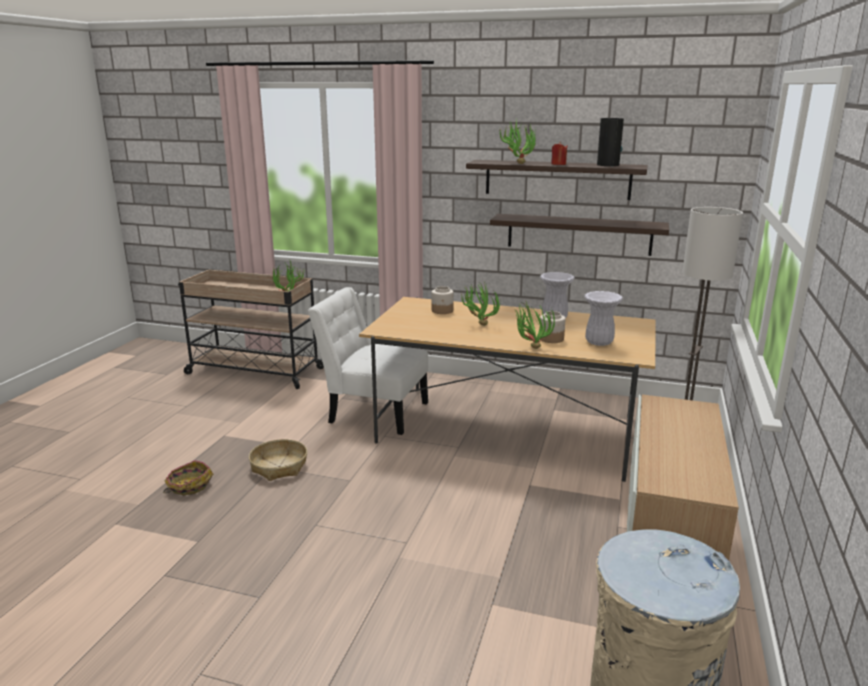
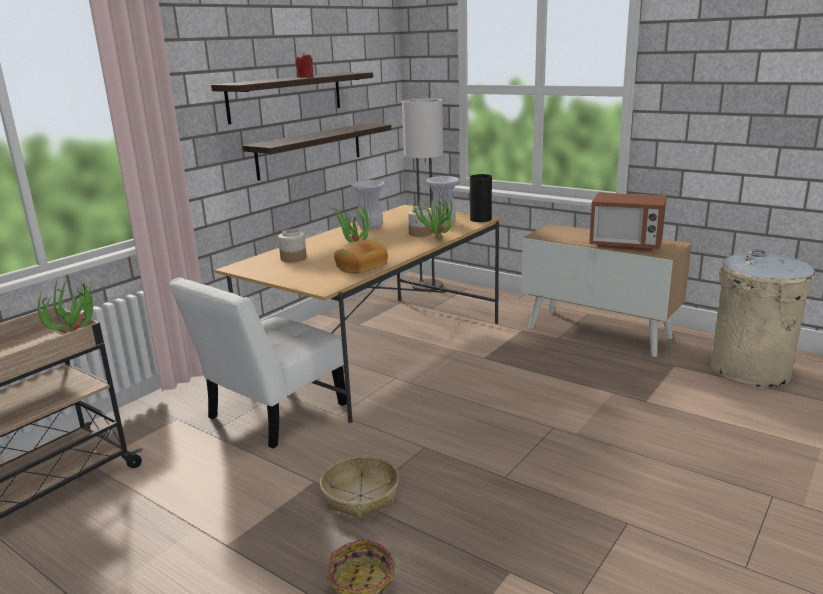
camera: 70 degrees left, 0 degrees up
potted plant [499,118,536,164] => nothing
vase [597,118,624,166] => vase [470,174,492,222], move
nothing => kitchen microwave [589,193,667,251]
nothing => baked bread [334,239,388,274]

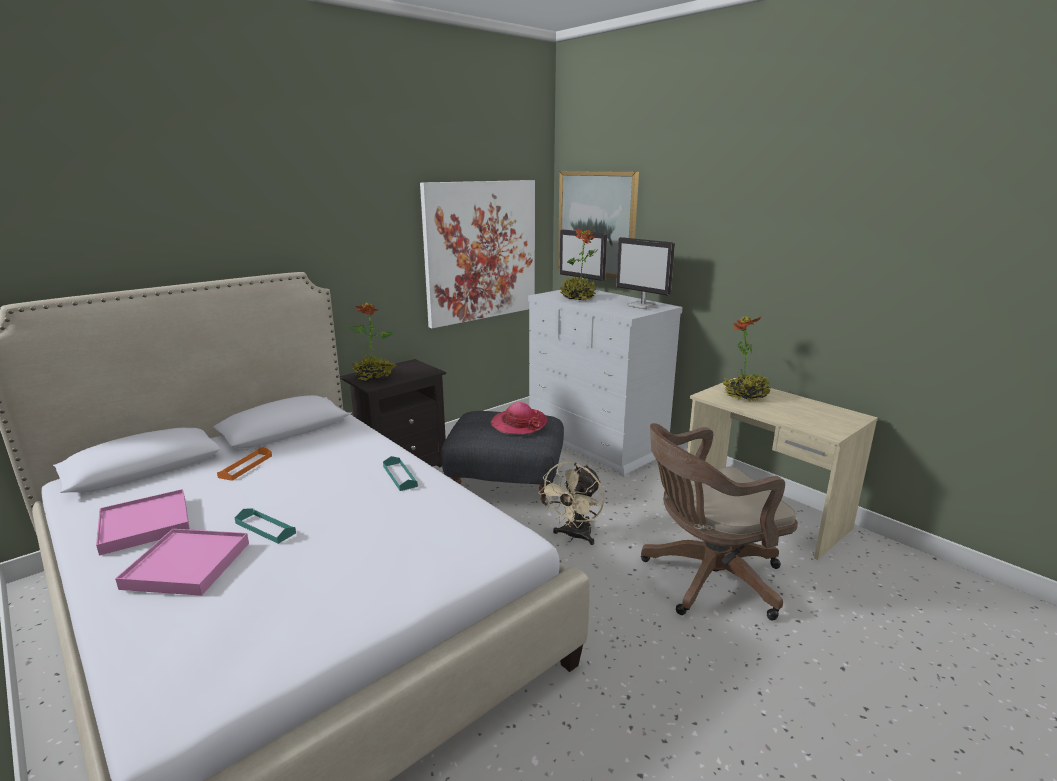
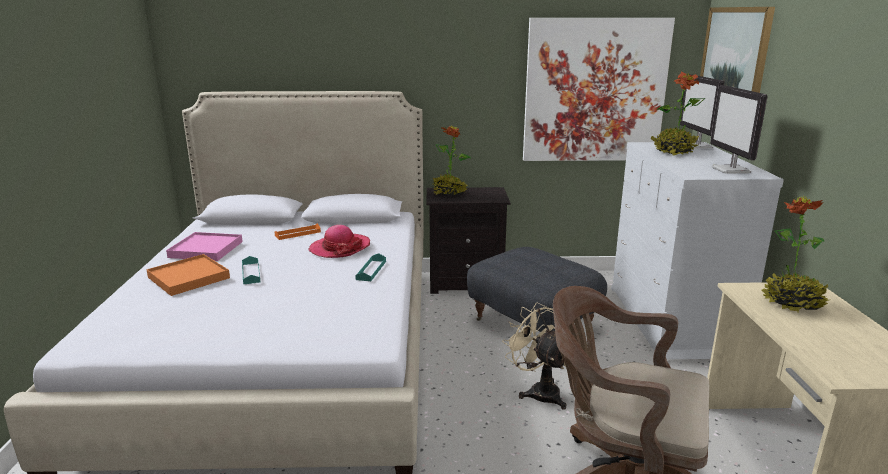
camera: 40 degrees right, 0 degrees up
wearable hat [491,402,547,434] => wearable hat [309,225,370,258], move
electric fan in sand-coloured [538,462,604,545] => electric fan in sand-coloured [502,302,566,409], 75 degrees clockwise
tray in pink-coloured [115,529,249,596] => tray in orangey [146,254,230,296]

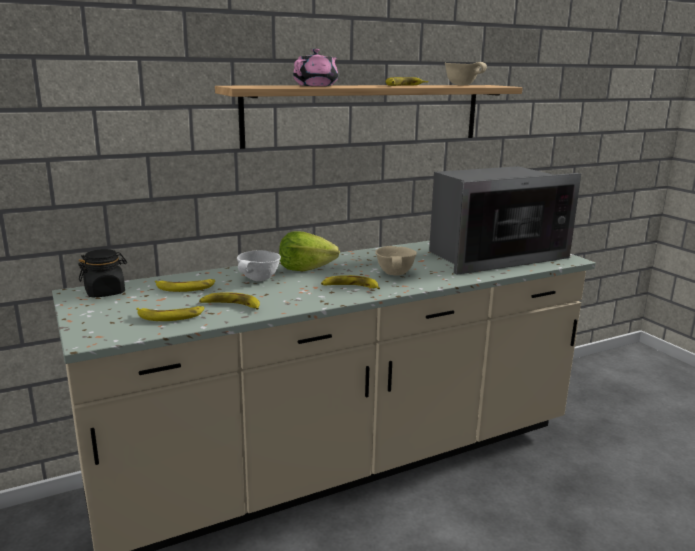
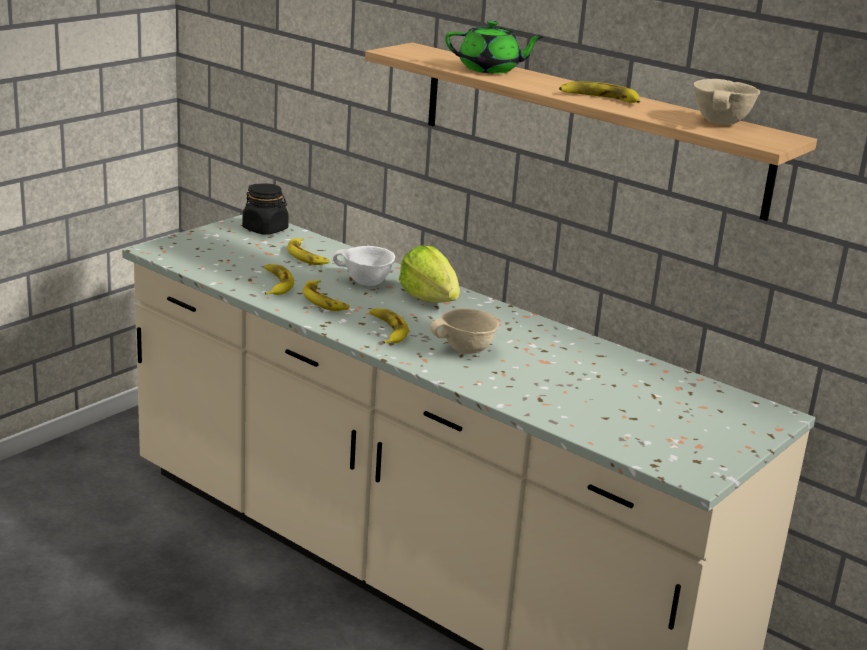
camera: 65 degrees right, 5 degrees up
tea pot in pink-coloured [293,49,338,86] => tea pot in green-coloured [445,20,545,73]
kitchen microwave [429,166,581,275] => nothing
whole banana [136,306,204,321] => whole banana [303,280,349,311], move

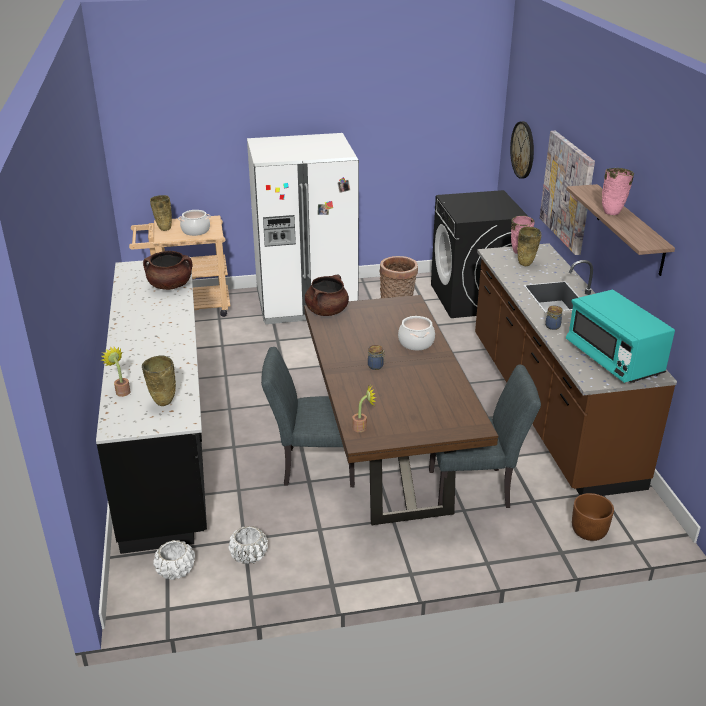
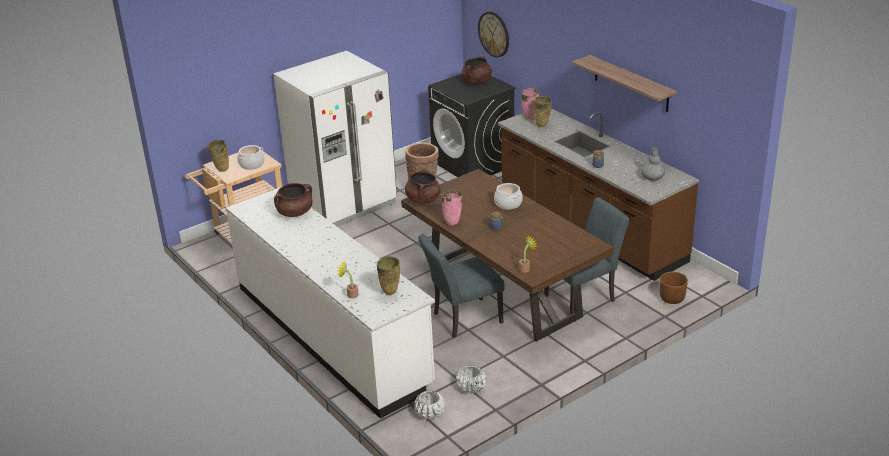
camera: 25 degrees left, 0 degrees up
wall picture [540,131,595,255] => nothing
vase in pink-coloured [602,168,634,215] => vase in pink-coloured [441,190,462,226], move
kitchen counter in black [96,257,207,554] => kitchen counter in whitish [226,187,435,419]
kitchen microwave in turquoise-coloured [566,290,675,383] => vase in grey [641,147,665,181]
nothing => cooking pot in brown-coloured [461,56,492,84]

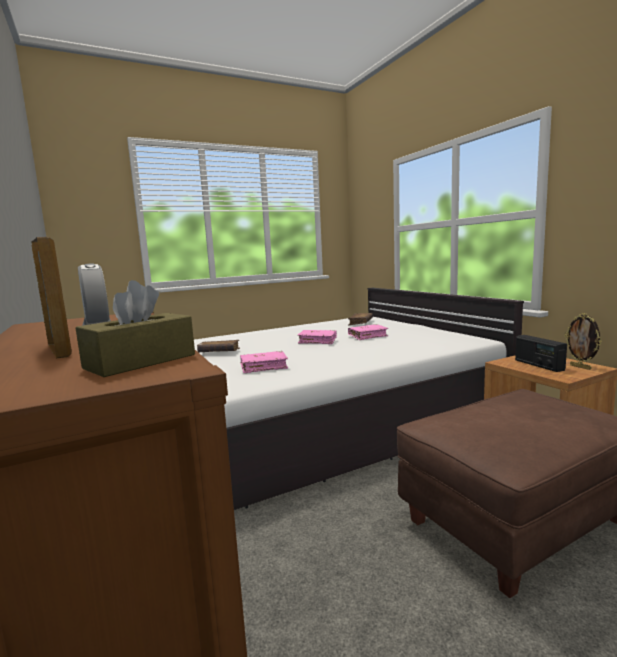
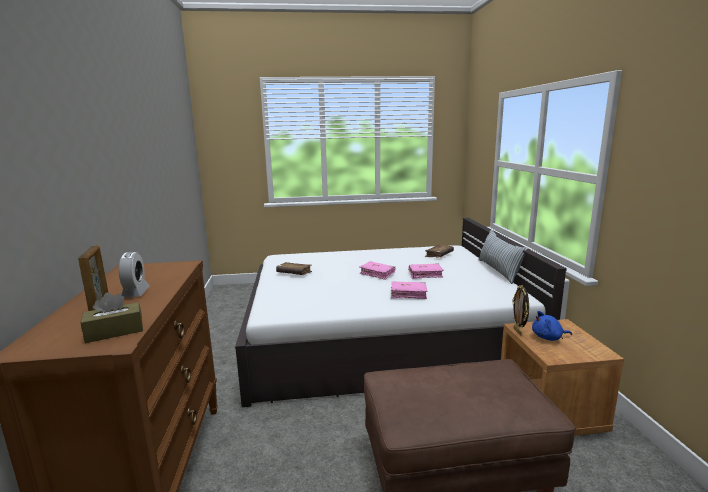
camera: 20 degrees right, 5 degrees up
photo frame [565,313,602,370] => photo frame [513,285,529,336], move
radio [515,335,567,372] => soft toy in blue-coloured [532,311,572,341]
volume in pink-coloured [240,351,288,373] => volume in pink-coloured [391,282,428,299], move
nothing => cushion [478,229,528,284]

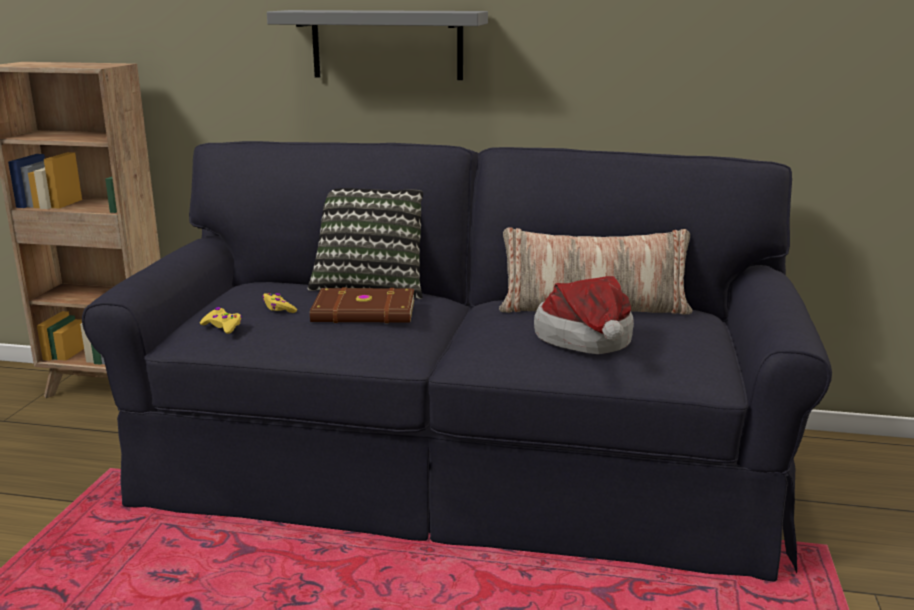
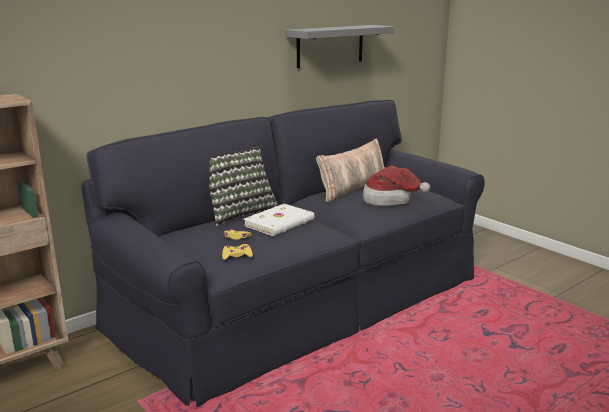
camera: 50 degrees left, 0 degrees up
shelf in grey [267,10,488,80] => shelf in grey [285,25,394,68], move
volume in brown-coloured [310,288,414,323] => volume in whitish [244,204,314,236]

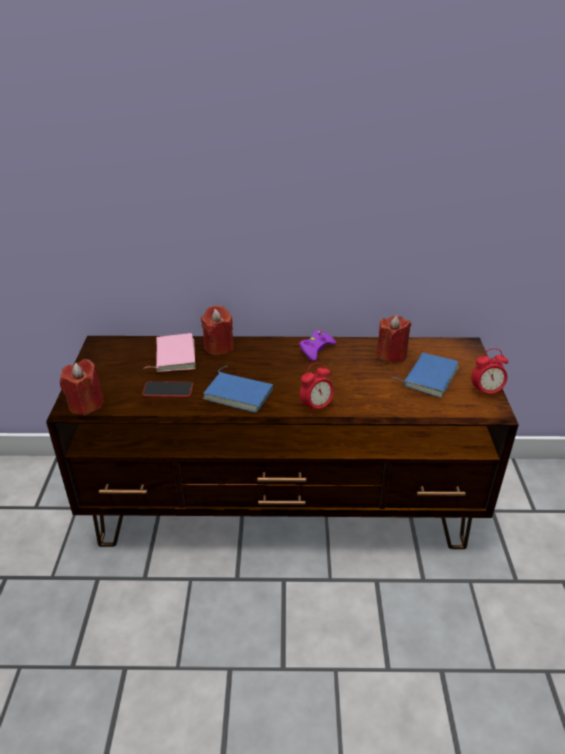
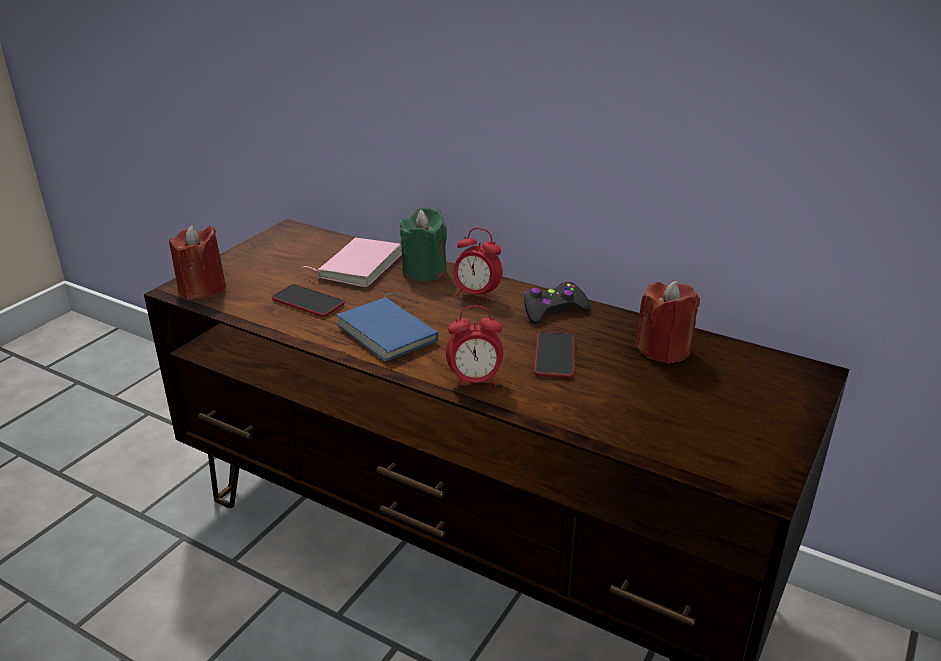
camera: 30 degrees right, 5 degrees down
wax light in red-coloured [201,305,234,355] => wax light in green-coloured [399,207,447,281]
joypad in purple [299,330,336,361] => joypad in black [524,282,592,324]
table clock [471,348,508,397] => table clock [453,228,502,303], move
volume in blue-coloured [392,353,459,398] => nothing
nothing => phone [534,332,575,378]

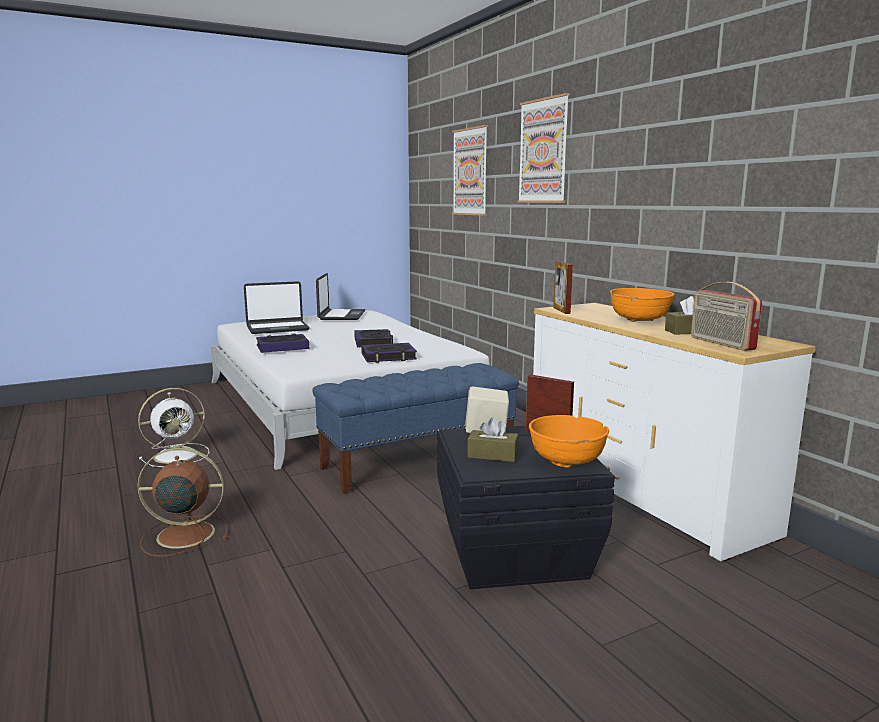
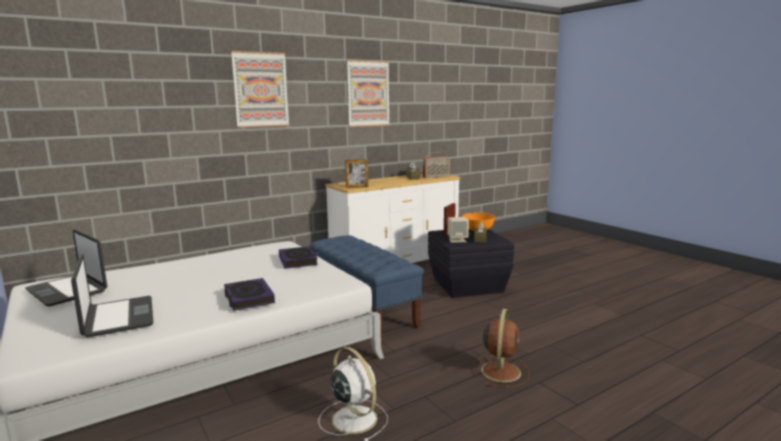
camera: 95 degrees left, 0 degrees up
wall picture [452,125,488,216] => wall picture [347,60,390,127], move
portable computer [316,273,365,320] => portable computer [25,230,107,306], 135 degrees counterclockwise
deep dish in orangey [610,288,675,322] => nothing
volume [354,329,393,347] => nothing
electric fan in brown-coloured [137,448,228,557] => electric fan in brown-coloured [473,309,530,387], 150 degrees counterclockwise

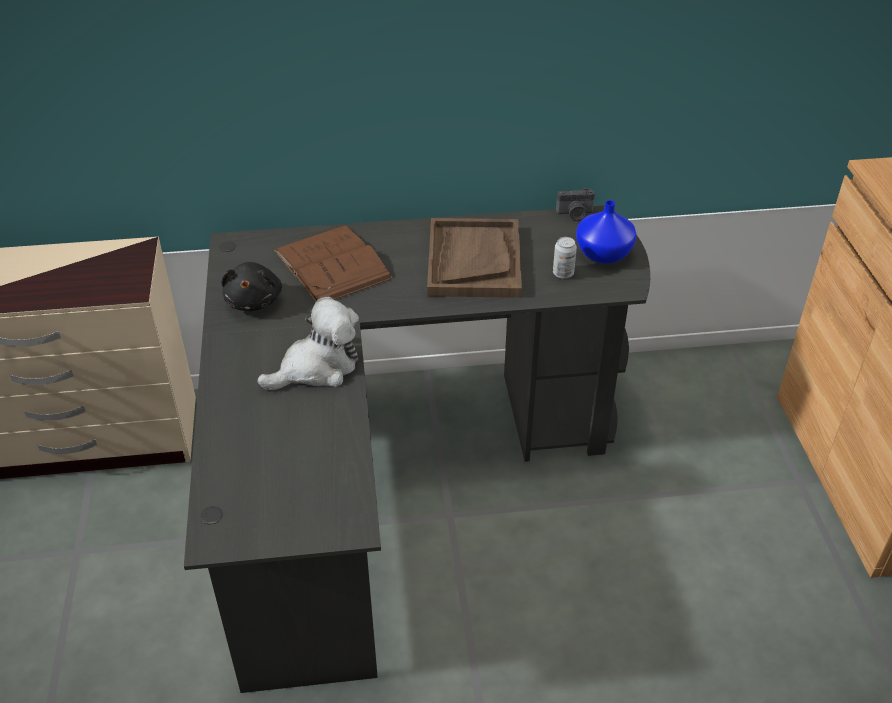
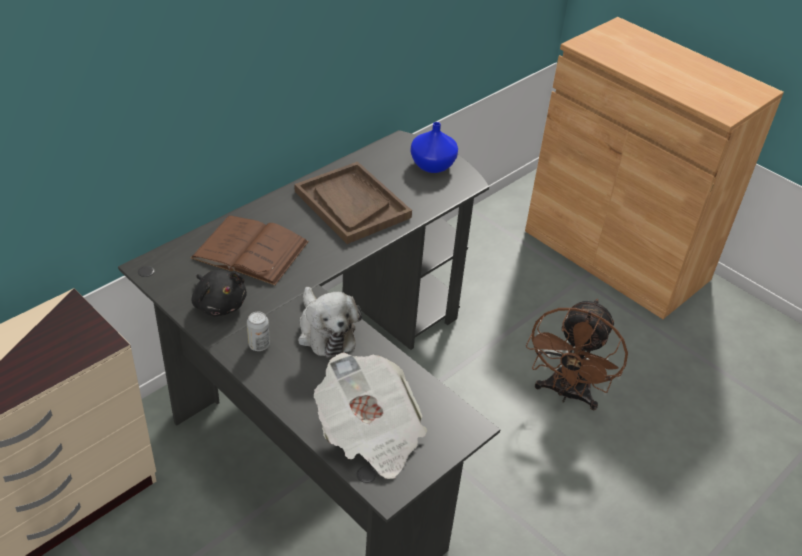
camera: 40 degrees left, 0 degrees up
photo camera [556,188,595,221] => nothing
sealed can [553,237,577,279] => sealed can [247,312,270,351], move
soft toy [258,297,359,390] => soft toy [298,287,362,358], 135 degrees clockwise
nothing => electric fan in brown-coloured [526,299,628,411]
nothing => daily paper [314,352,427,479]

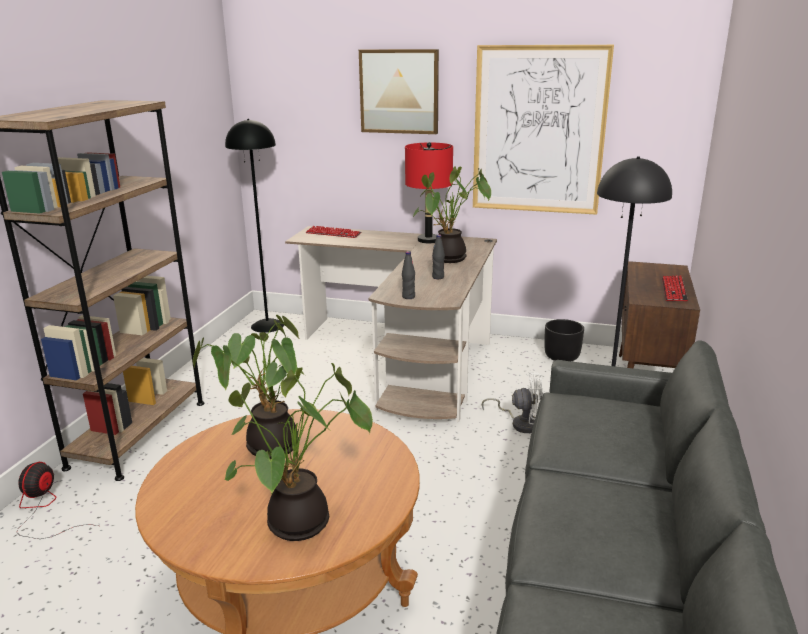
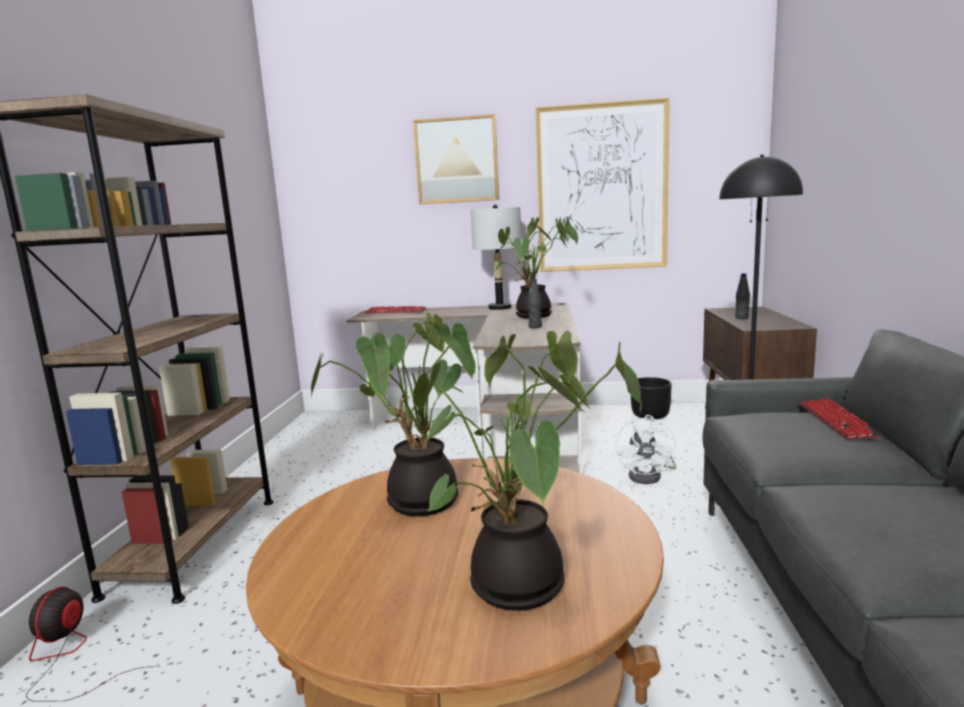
camera: 10 degrees left, 10 degrees down
standard lamp in black [225,119,284,333] => nothing
tabletop lamp in red-coloured [405,142,453,243] => tabletop lamp in grey [470,204,522,310]
beverage bottle in black [402,251,415,299] => beverage bottle in black [735,273,750,319], move
PC keyboard [662,275,688,301] => PC keyboard [800,398,882,440], move
electric fan in whitish [482,372,543,433] => electric fan in whitish [615,415,676,484], 105 degrees clockwise

